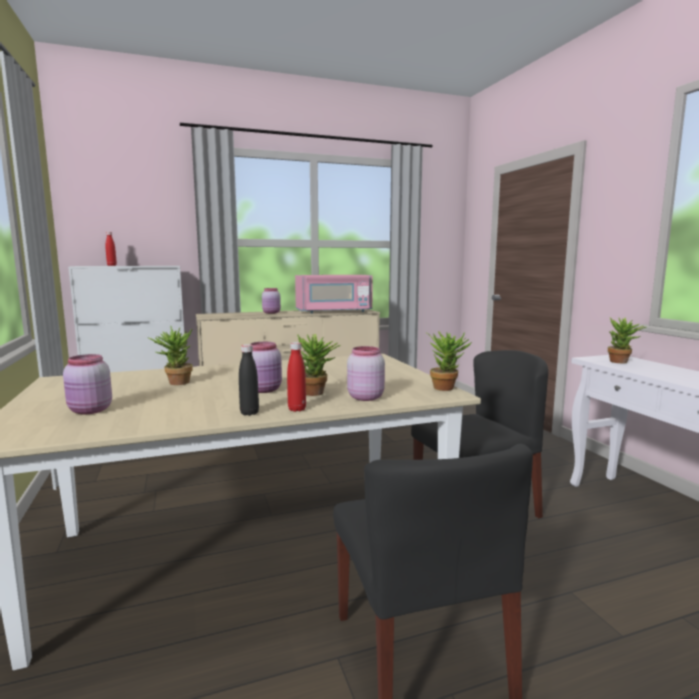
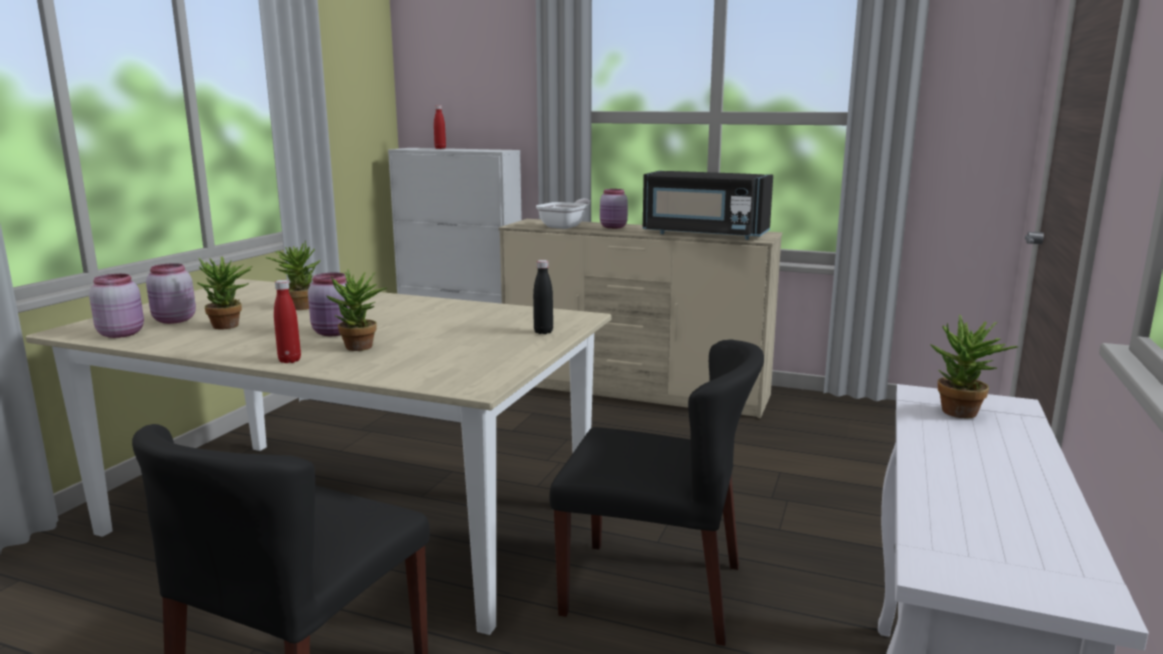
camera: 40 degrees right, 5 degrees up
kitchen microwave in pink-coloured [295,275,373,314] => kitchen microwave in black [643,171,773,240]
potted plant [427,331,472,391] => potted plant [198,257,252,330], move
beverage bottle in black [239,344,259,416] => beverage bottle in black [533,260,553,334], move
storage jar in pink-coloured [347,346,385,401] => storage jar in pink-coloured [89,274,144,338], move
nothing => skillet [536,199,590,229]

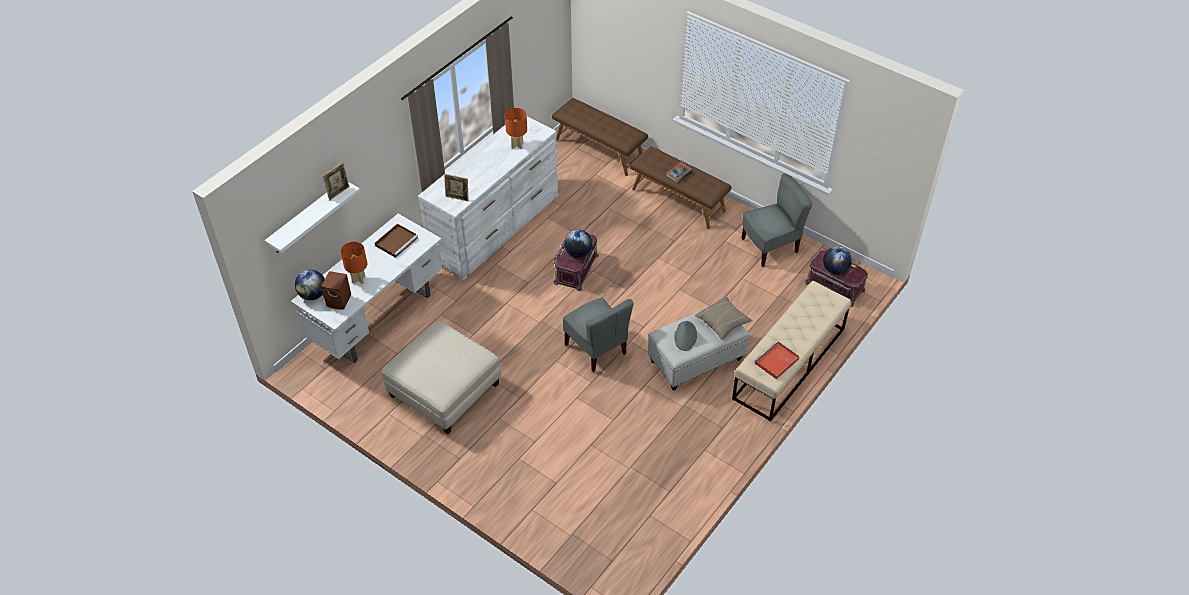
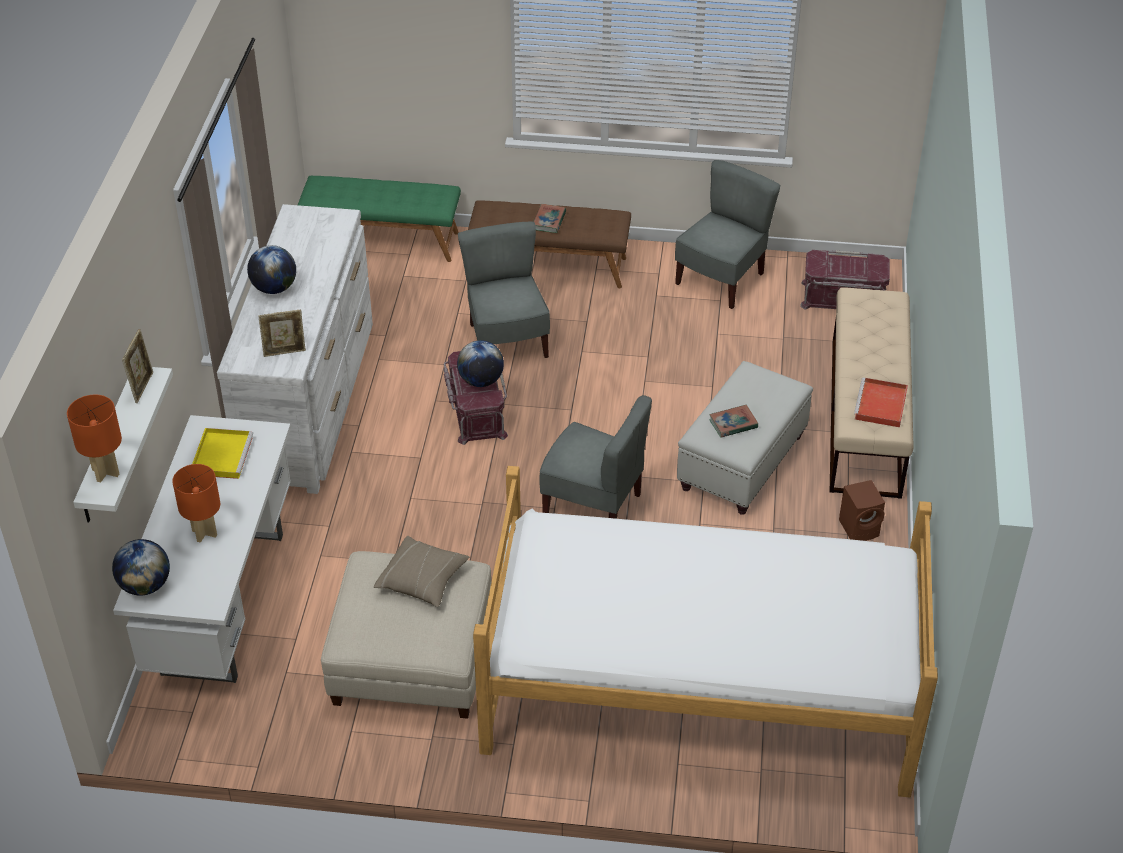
camera: 30 degrees left, 5 degrees down
indoor bench in brown-coloured [552,98,648,176] => indoor bench in green-coloured [298,176,461,262]
tabletop lamp in orangey [505,108,527,149] => tabletop lamp in orangey [67,395,122,483], move
tray in brown-coloured [375,224,418,258] => tray in yellow-coloured [192,428,253,479]
world globe [823,246,852,275] => world globe [247,245,296,294], move
speaker in brown-coloured [321,271,351,310] => speaker in brown-coloured [839,480,885,541], move
cushion in sand-coloured [695,296,752,340] => cushion in sand-coloured [374,536,469,607], move
wearable hat in grey [674,321,697,351] => volume [709,405,758,438]
nothing => plain chair in grey [458,222,550,358]
nothing => bed [473,466,938,798]

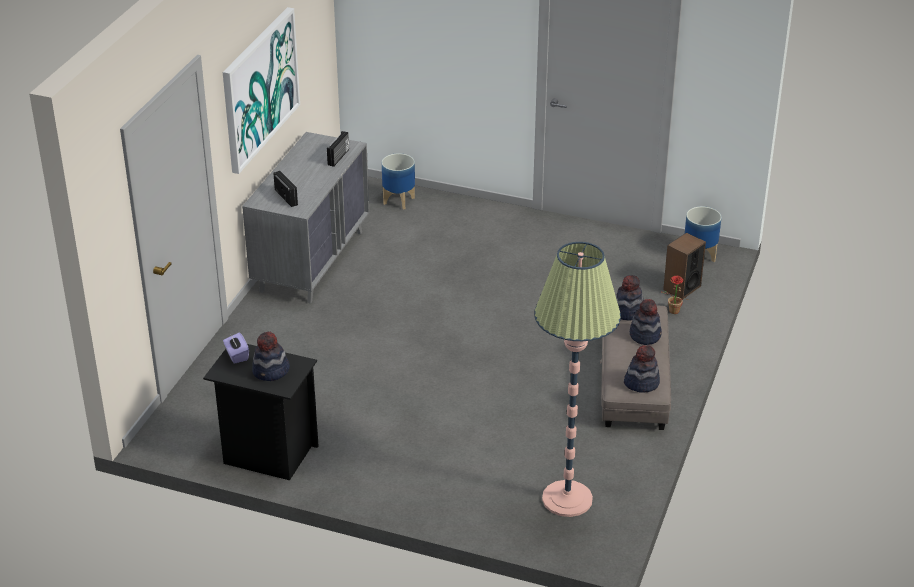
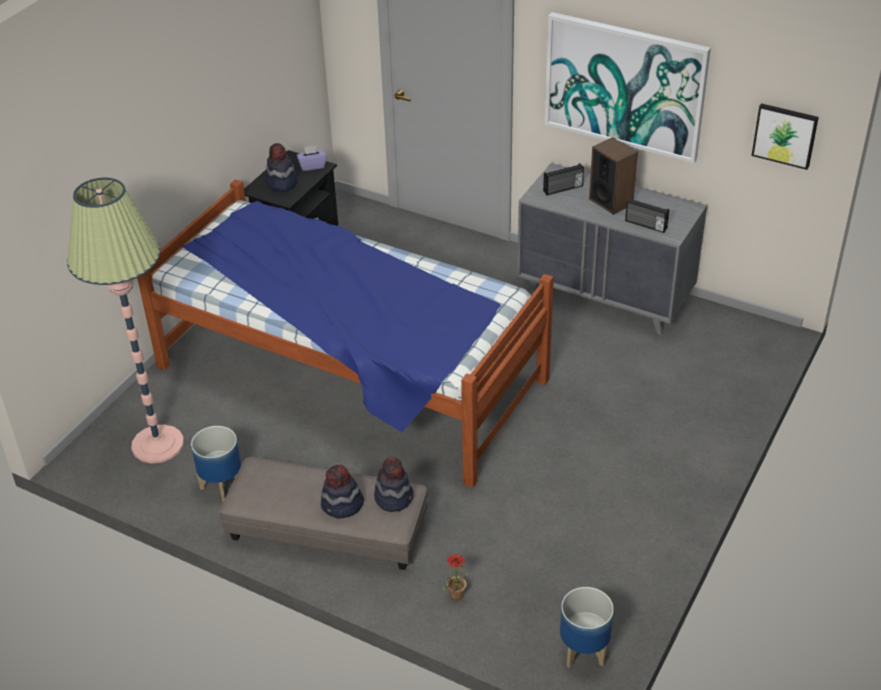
camera: 100 degrees right, 5 degrees up
plant pot [382,153,415,210] => plant pot [191,426,241,502], move
speaker [663,233,706,299] => speaker [589,137,638,215], move
wearable hat [624,345,660,393] => nothing
nothing => wall picture [751,103,819,170]
nothing => bed [137,179,554,488]

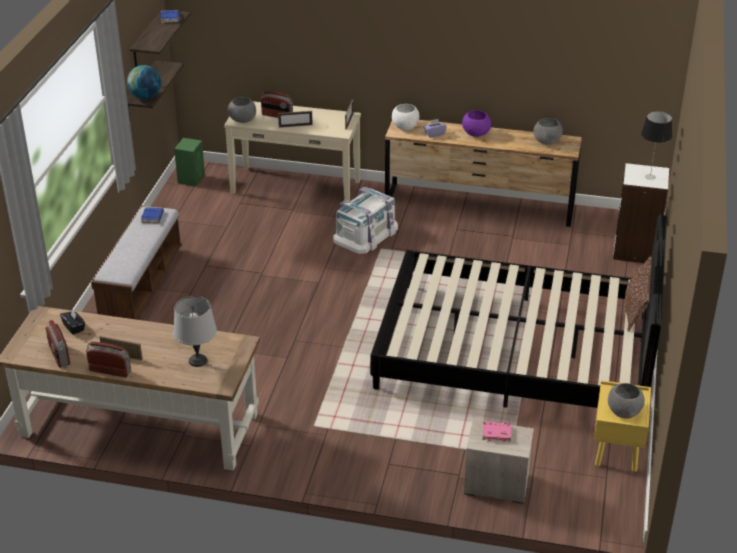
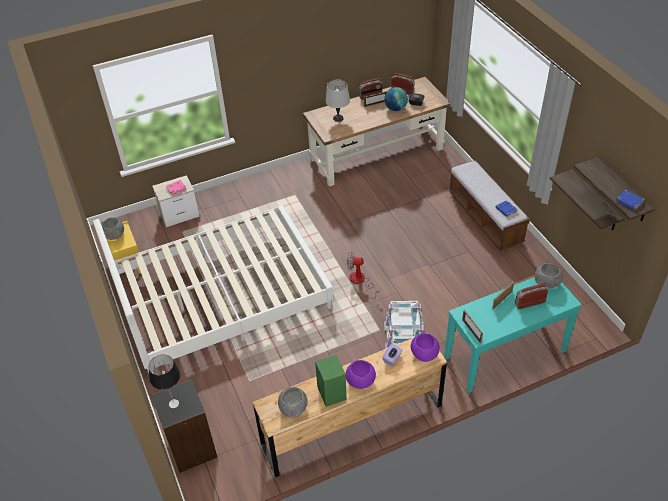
camera: 145 degrees right, 10 degrees up
world globe [127,65,161,99] => world globe [384,87,408,111], move
narrow table in sand-coloured [224,101,361,202] => narrow table in turquoise-coloured [444,277,582,393]
deep dish in whitish [392,104,420,130] => deep dish in purple [411,333,440,362]
speaker in green-coloured [174,138,205,186] => speaker in green-coloured [315,354,347,407], move
shelving unit in whitish [613,162,669,263] => shelving unit in black [151,379,217,473]
bed in black [370,215,667,408] => bed in whitish [93,205,333,374]
cushion in brown-coloured [625,256,652,331] => nothing
nothing => electric fan [347,251,379,299]

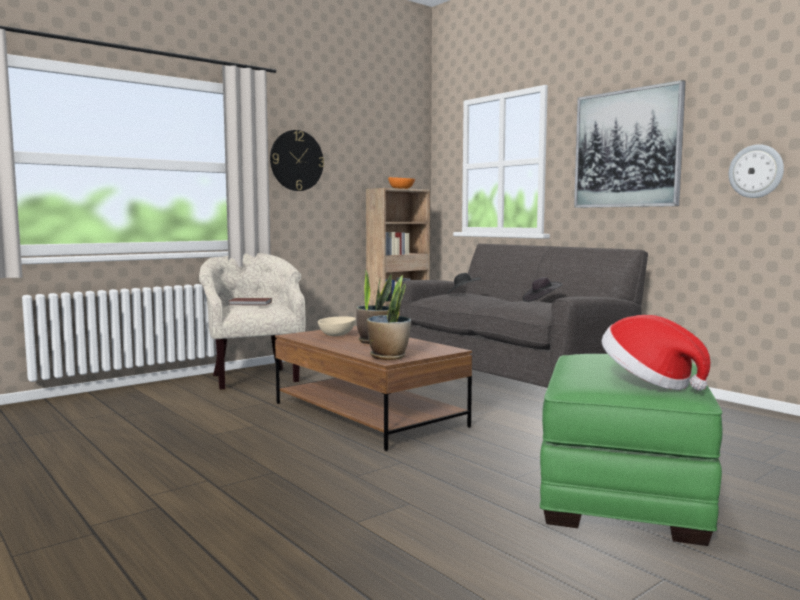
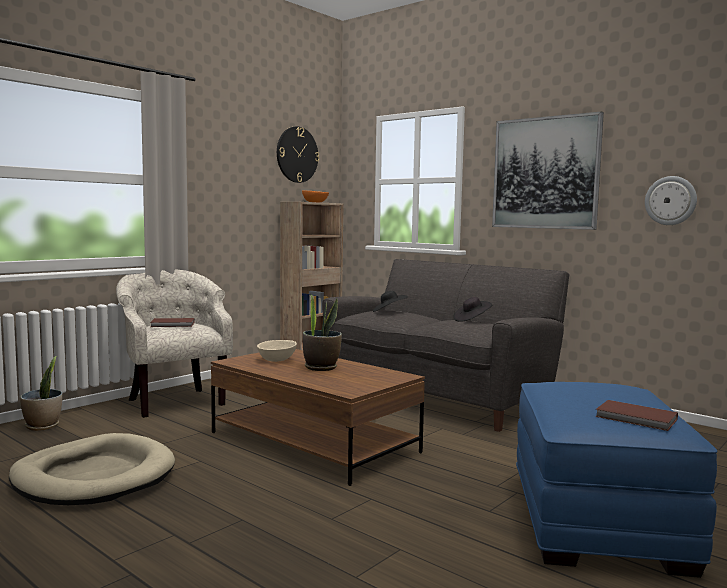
camera: 10 degrees left, 0 degrees up
wall clock [270,130,324,191] => wall clock [277,126,319,183], move
potted plant [367,275,411,360] => potted plant [20,356,62,431], move
wearable hat [602,315,710,391] => volume in brown-coloured [595,400,678,431]
ottoman in green-coloured [540,354,723,546] => ottoman in blue-coloured [516,382,717,578]
nothing => dog cushion in sand-coloured [9,433,175,505]

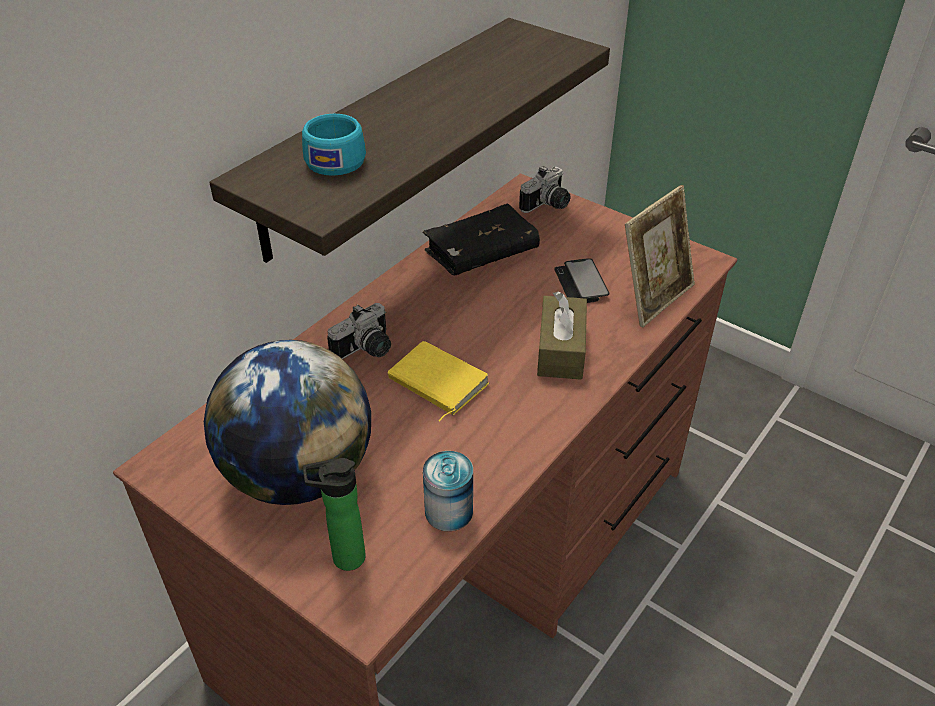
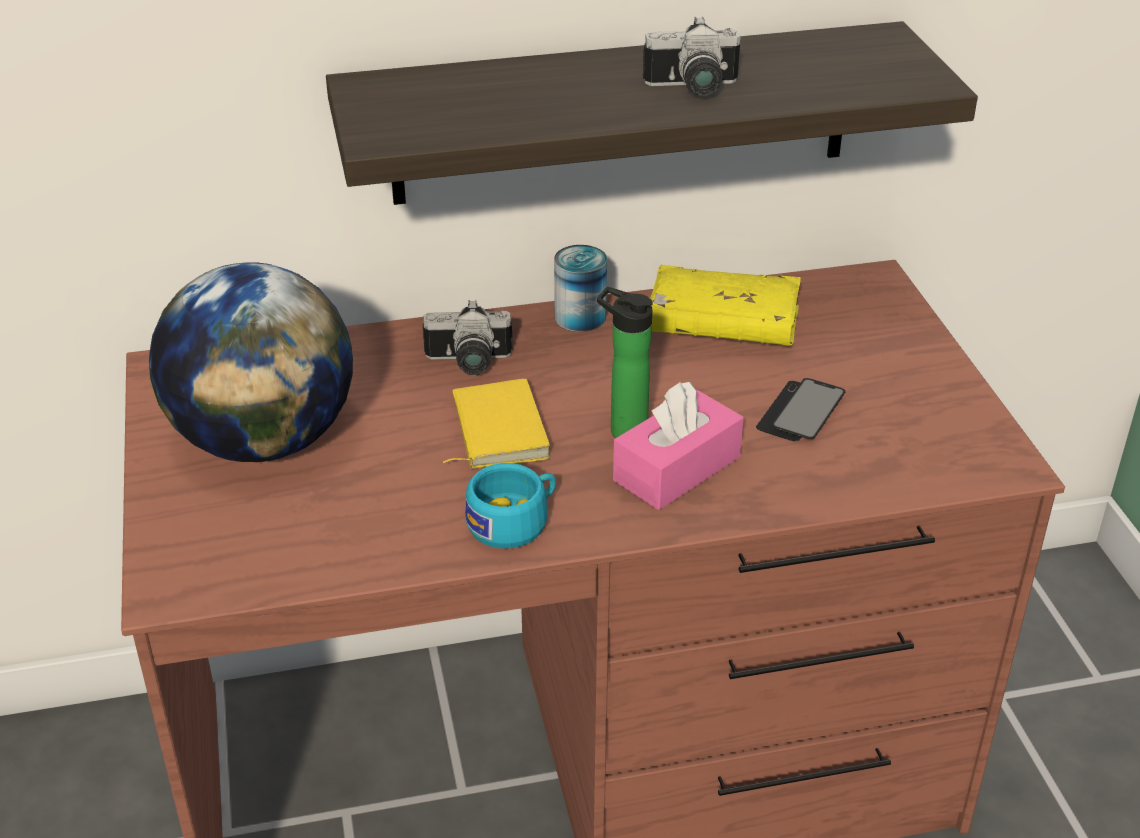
camera: 40 degrees right, 5 degrees down
small cup in turquoise-coloured [302,114,366,176] => small cup in turquoise-coloured [465,463,556,548], move
photo camera [519,166,571,213] => photo camera [643,16,741,96], move
photo frame [625,185,695,327] => nothing
volume in black [423,204,540,276] => volume in yellow-coloured [650,265,801,346]
box of tissues in brown-coloured [537,291,587,380] => box of tissues in pink-coloured [613,382,743,510]
sealed can [423,451,473,531] => sealed can [554,245,607,332], move
beverage bottle [303,458,366,571] => beverage bottle [597,287,653,438], move

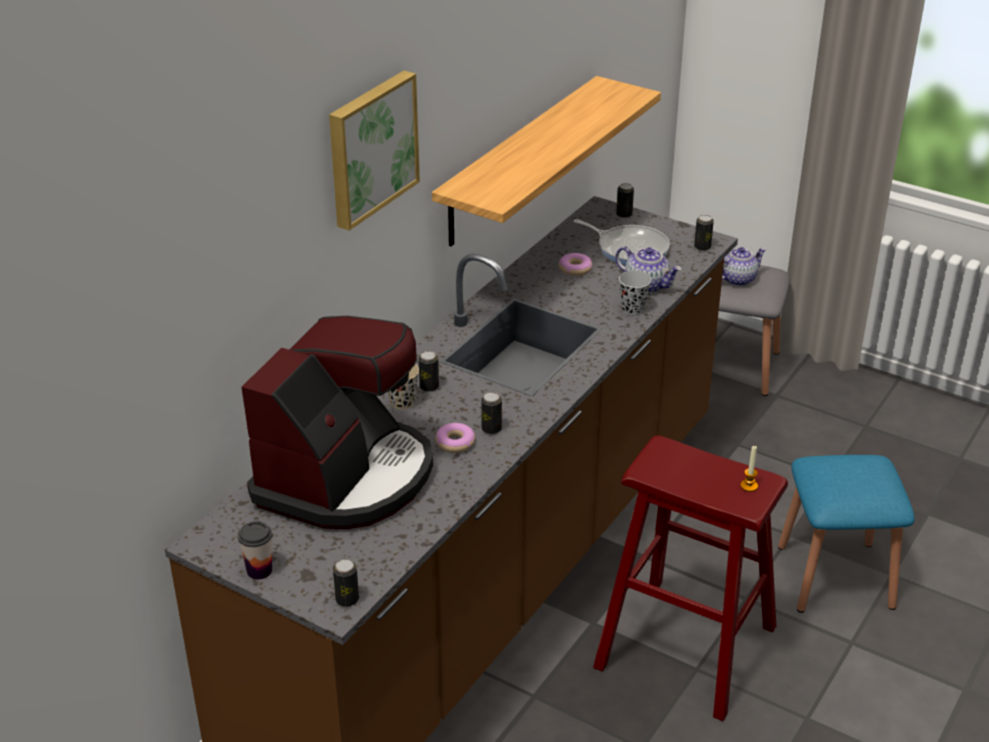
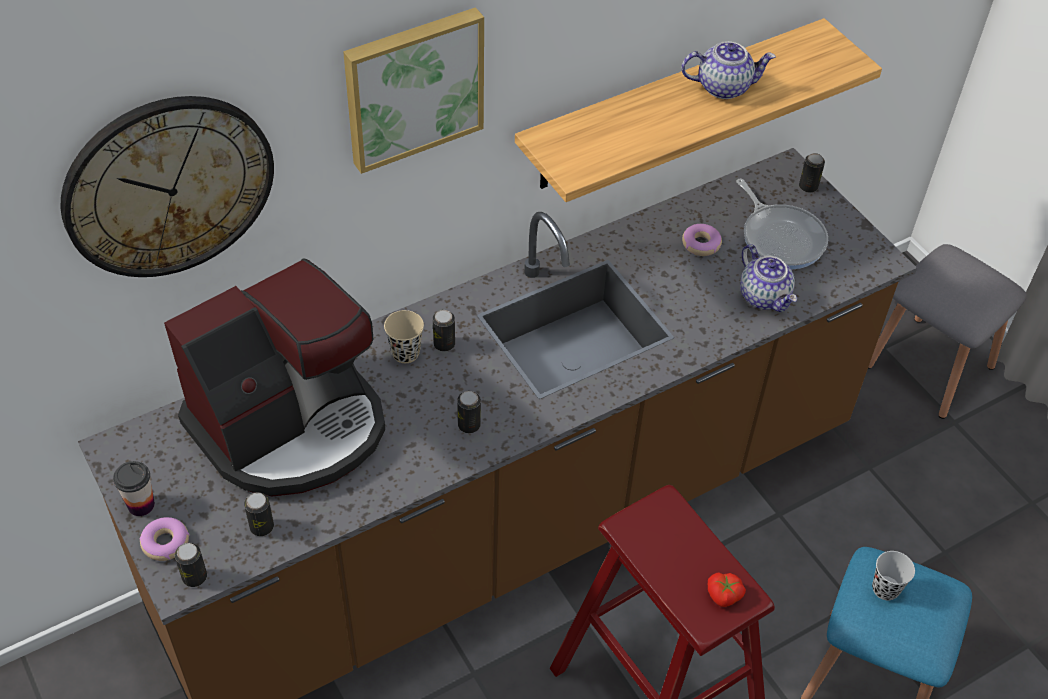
camera: 25 degrees right, 15 degrees up
sealed can [694,215,714,251] => sealed can [244,492,274,536], move
tea pot [722,247,767,286] => tea pot [681,41,776,99], move
small cup in black [619,271,651,315] => small cup in black [872,551,915,601], move
ring doughnut [435,423,475,453] => ring doughnut [140,517,189,561], move
wax light [740,446,758,492] => tomato [708,572,746,607]
nothing => wall clock [61,96,274,277]

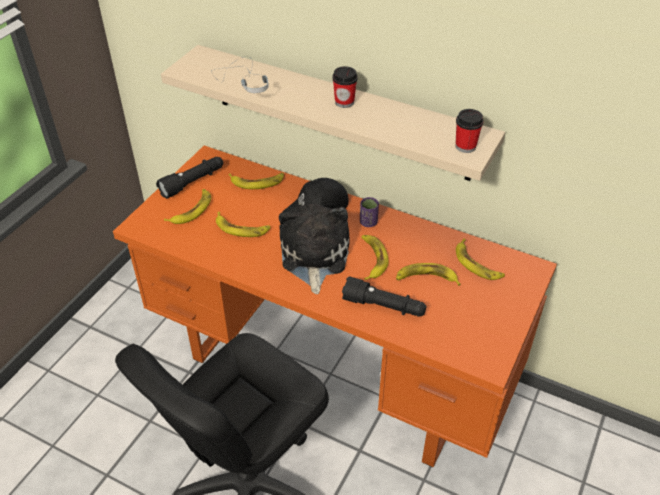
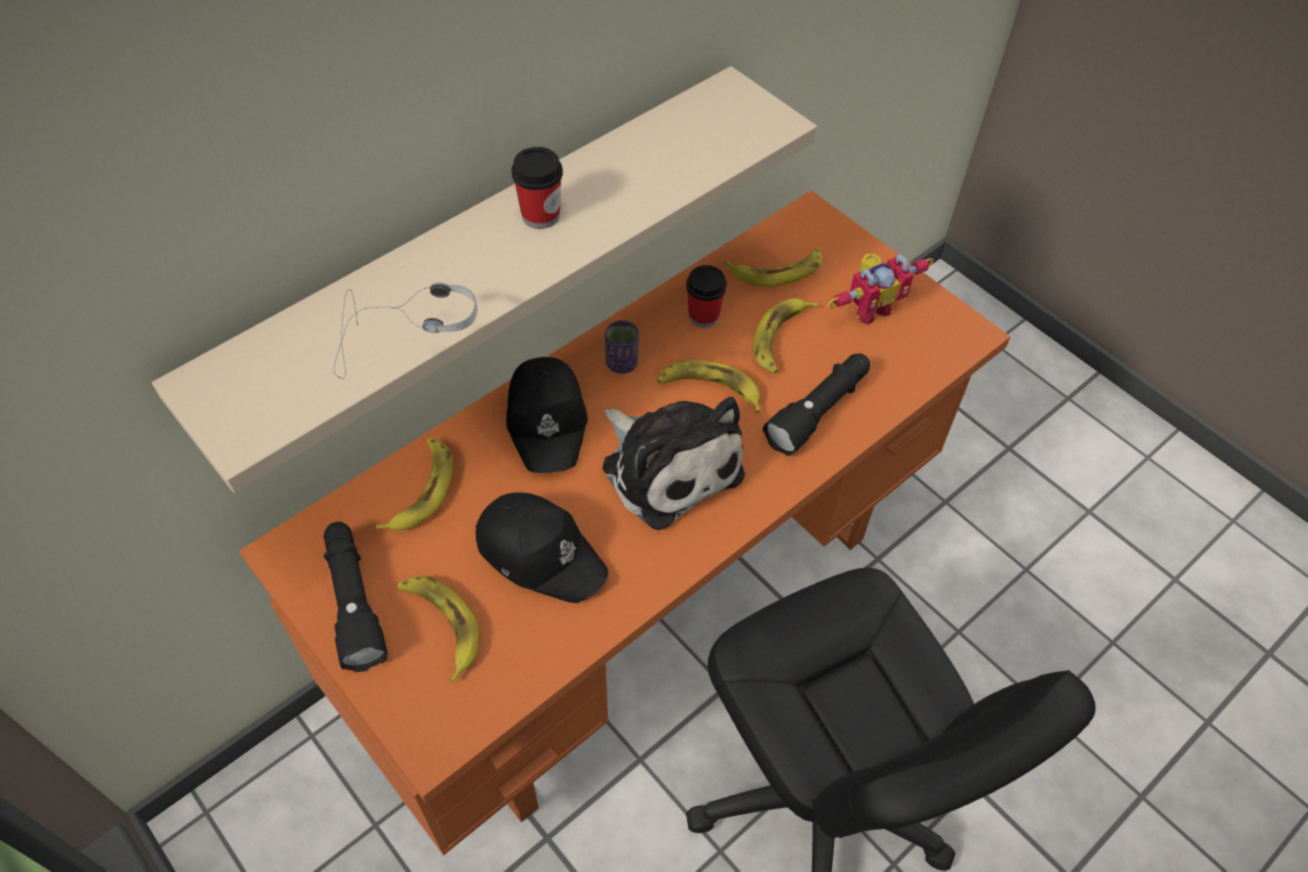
camera: 70 degrees left, 10 degrees up
small cup [456,109,484,153] => small cup [686,265,727,328], move
soft toy [279,203,350,294] => soft toy [602,397,745,530], 150 degrees counterclockwise
whole banana [216,212,271,237] => cap in black [476,492,608,603]
nothing => model robot [828,254,934,325]

